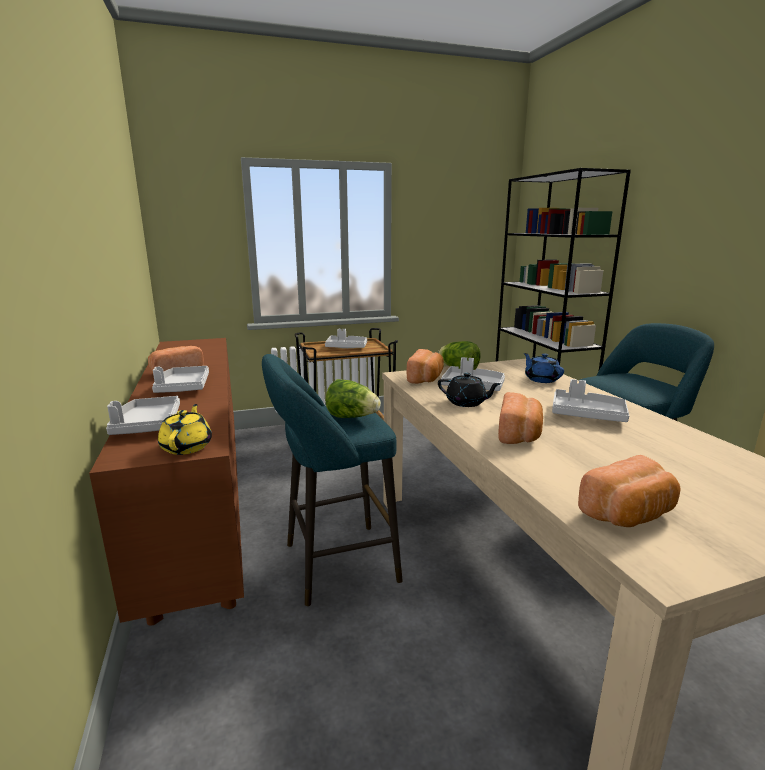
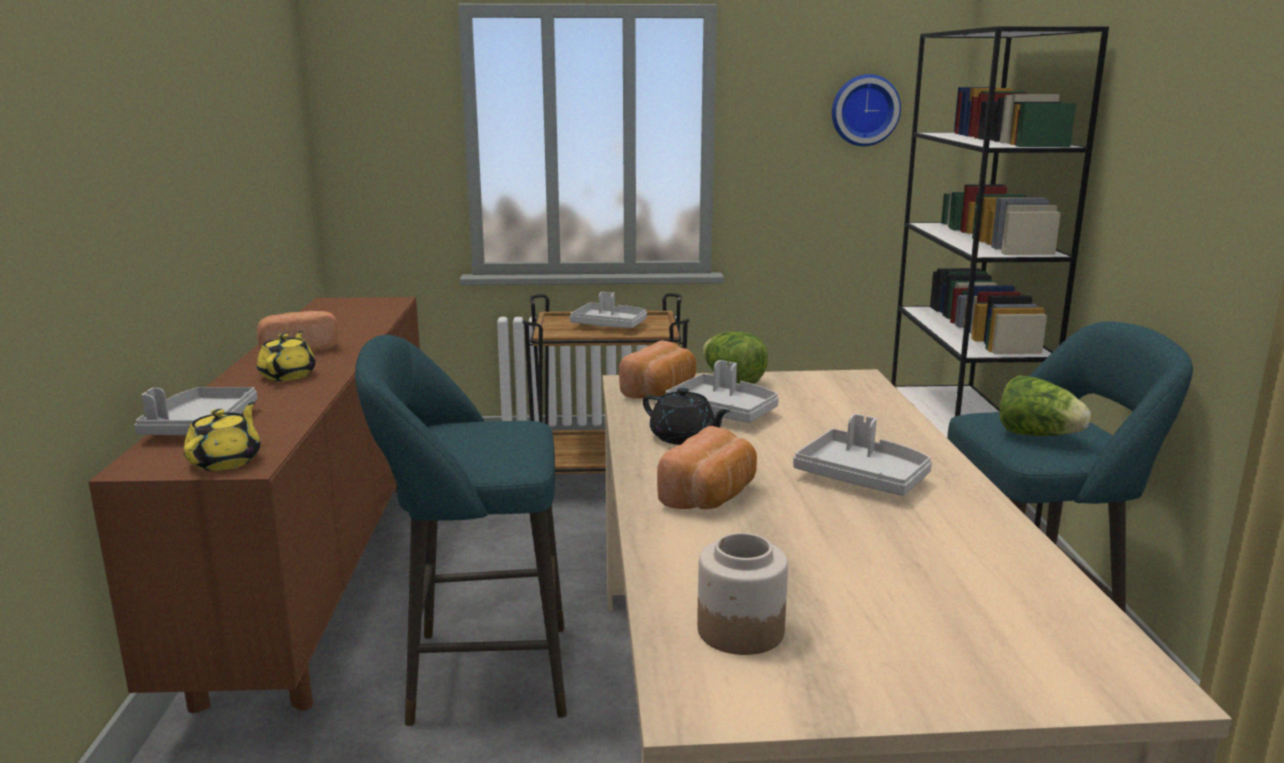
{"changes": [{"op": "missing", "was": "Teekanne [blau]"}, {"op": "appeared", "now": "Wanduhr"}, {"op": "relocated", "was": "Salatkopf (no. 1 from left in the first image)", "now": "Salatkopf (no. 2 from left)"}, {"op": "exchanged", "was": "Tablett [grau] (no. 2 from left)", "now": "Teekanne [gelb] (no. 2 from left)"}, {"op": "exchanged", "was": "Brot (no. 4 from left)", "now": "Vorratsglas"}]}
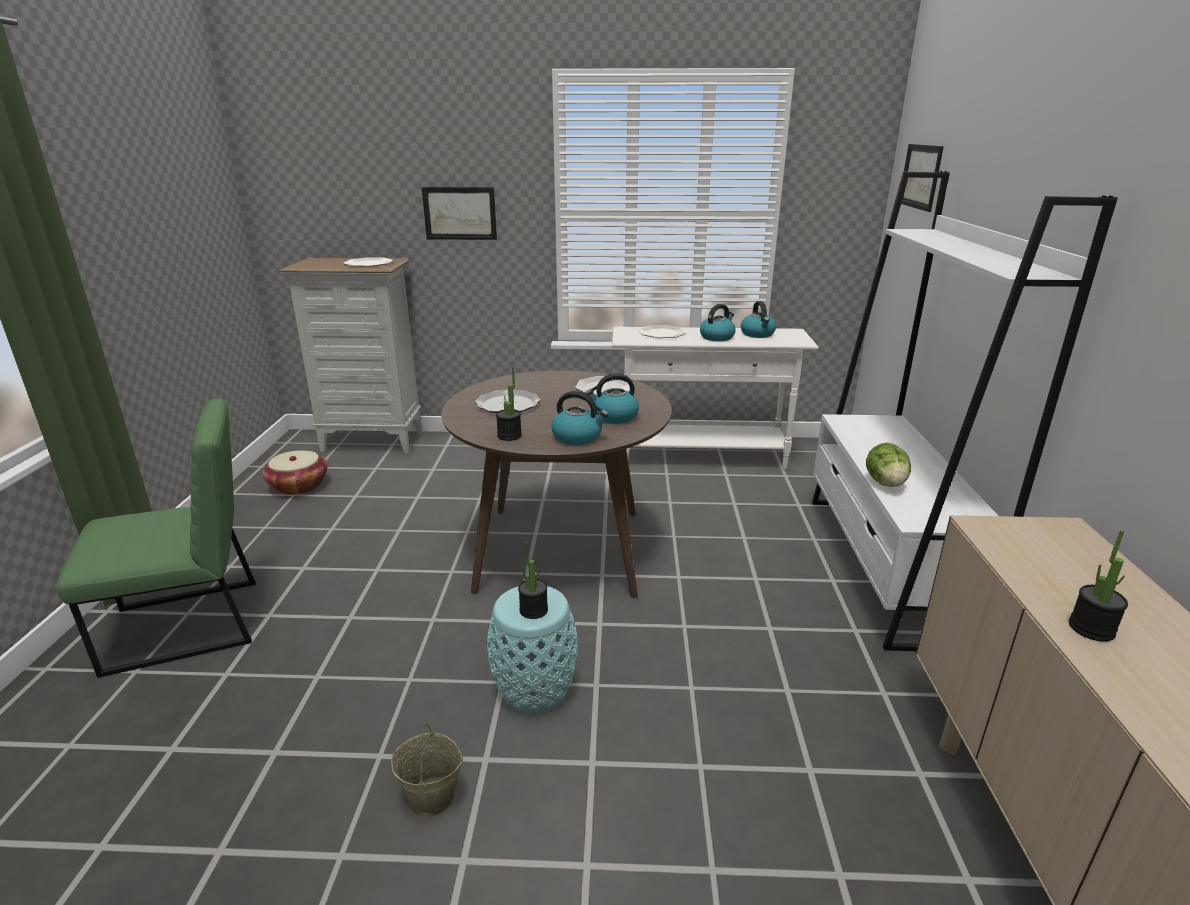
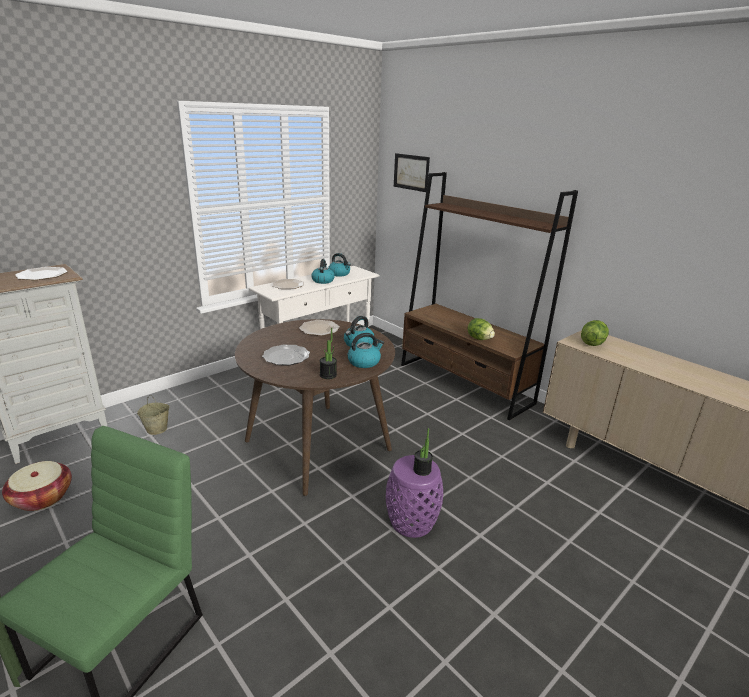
{"changes": [{"op": "missing", "was": "Bild (no. 1 from left)"}, {"op": "missing", "was": "Topfpflanze (no. 3 from left)"}, {"op": "appeared", "now": "Salatkopf (no. 2 from left)"}, {"op": "relocated", "was": "Eimer [beige]"}, {"op": "colour", "was": "Hocker [türkis]", "now": "Hocker [lila]"}, {"op": "colour", "was": "Bücherregal [weiß]", "now": "Bücherregal [braun]"}]}
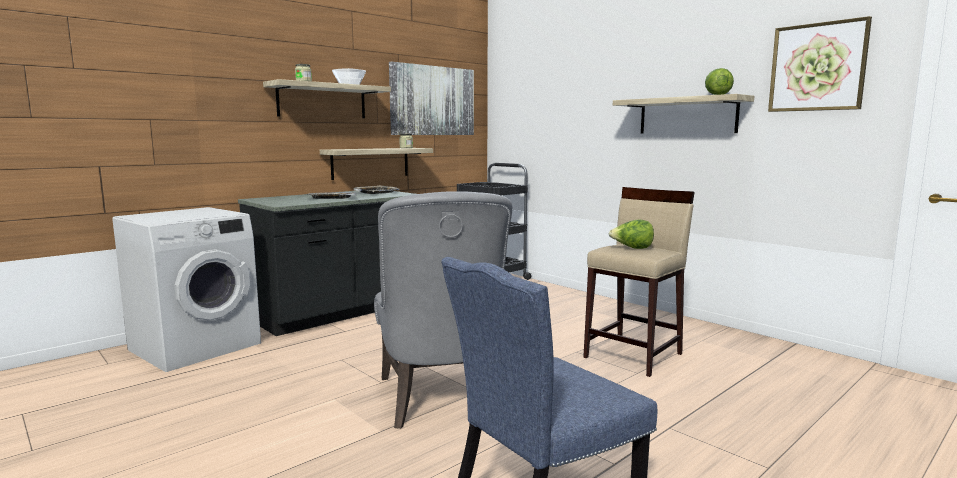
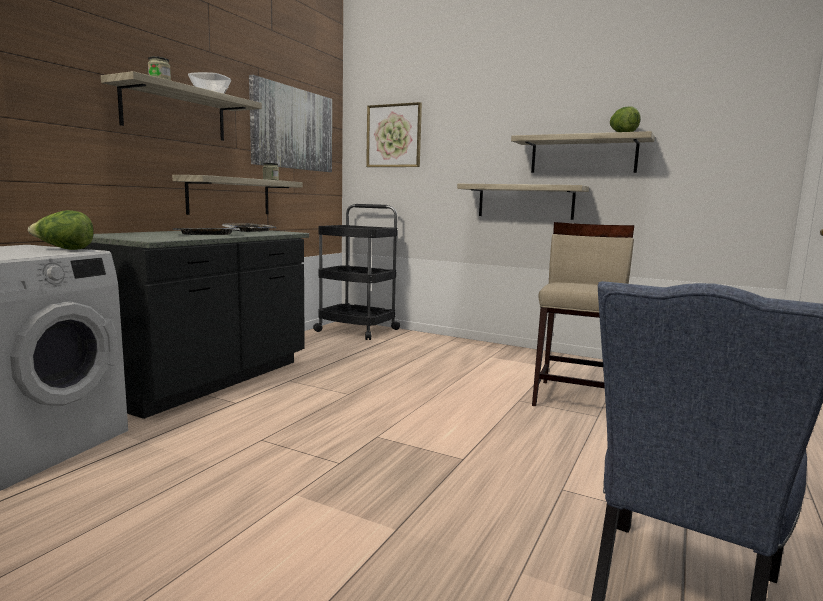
{"changes": [{"op": "missing", "was": "Stuhl [grau]"}, {"op": "appeared", "now": "Wandregal (no. 3 from left)"}, {"op": "relocated", "was": "Salatkopf (no. 1 from left)"}, {"op": "relocated", "was": "Bild (no. 2 from left)"}]}
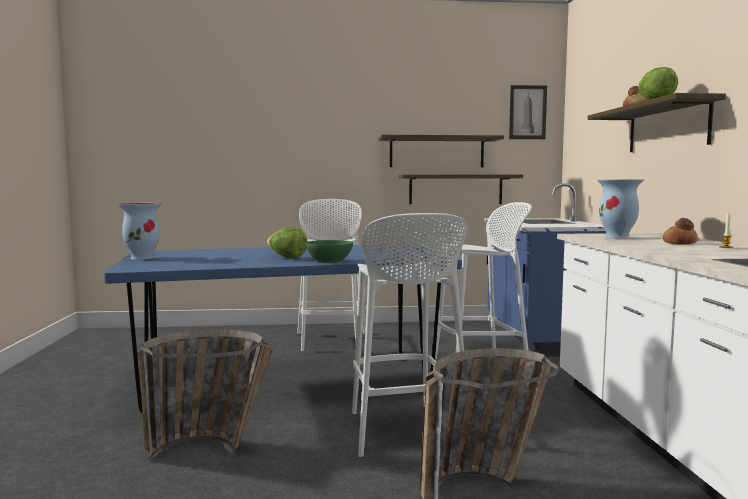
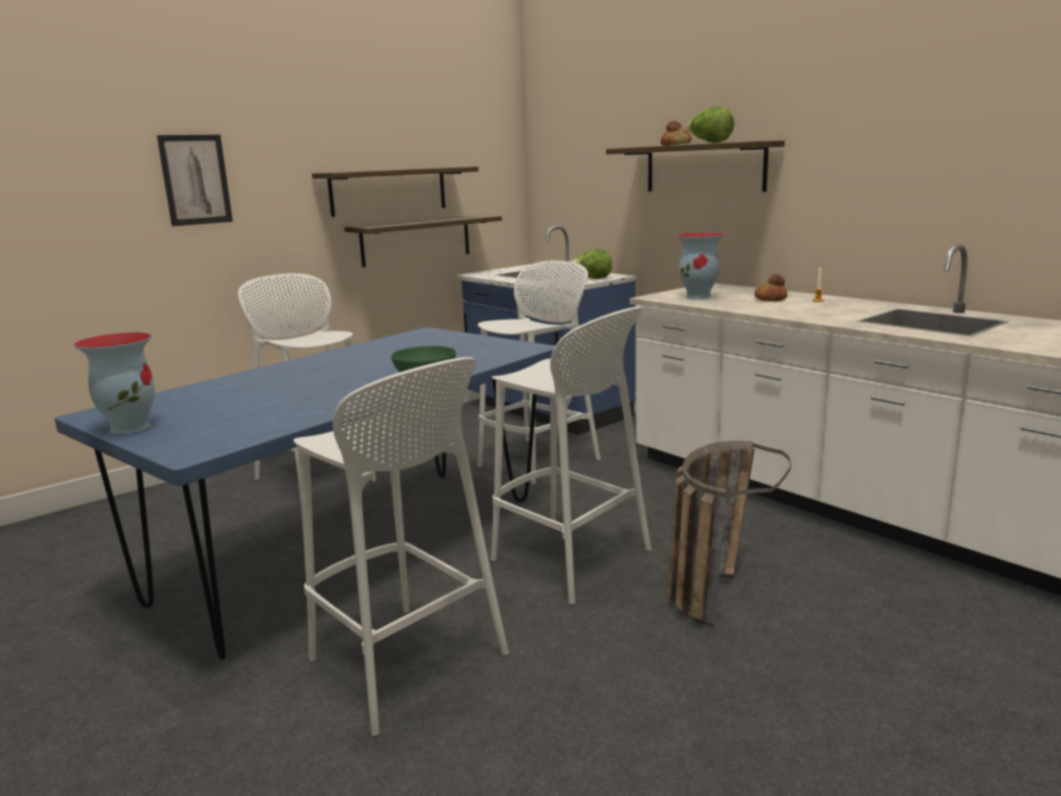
{"changes": [{"op": "relocated", "was": "Salatkopf (no. 1 from left)"}, {"op": "relocated", "was": "Bild"}, {"op": "exchanged", "was": "Korb (no. 1 from left)", "now": "Hocker [weiß] (no. 2 from left)"}]}
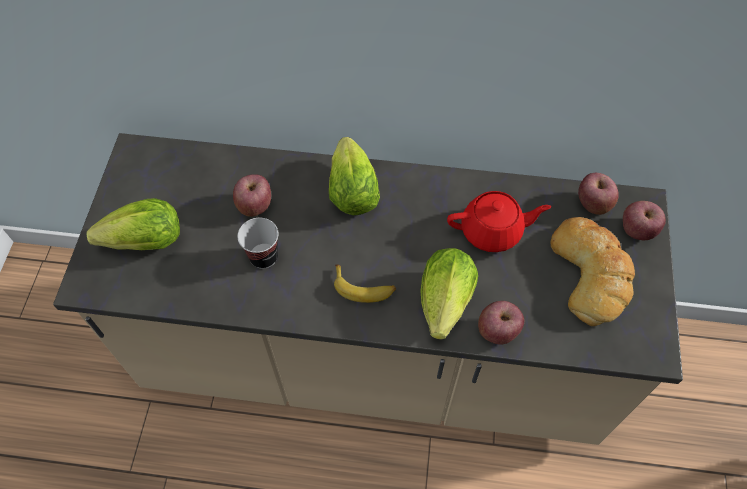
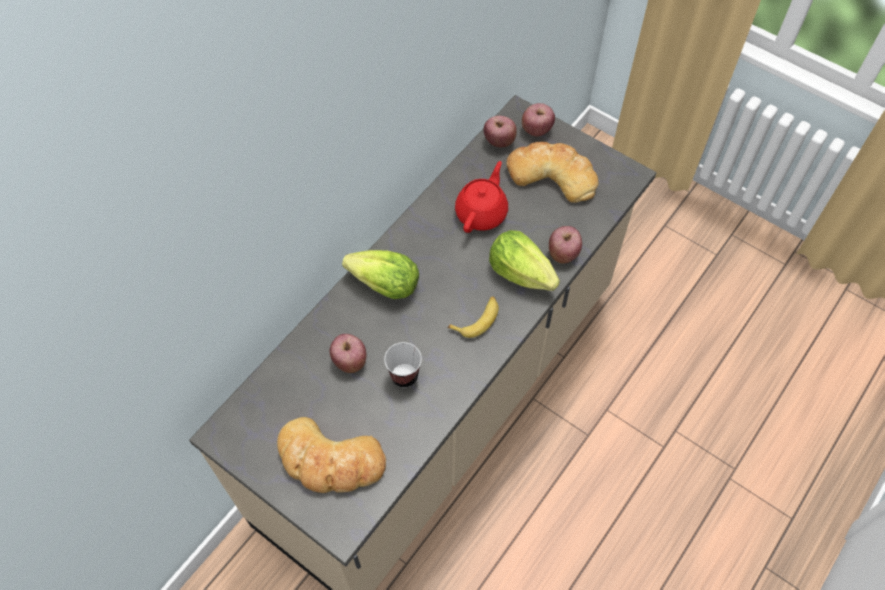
{"changes": [{"op": "exchanged", "was": "Salatkopf (no. 1 from left)", "now": "Brot (no. 1 from left)"}]}
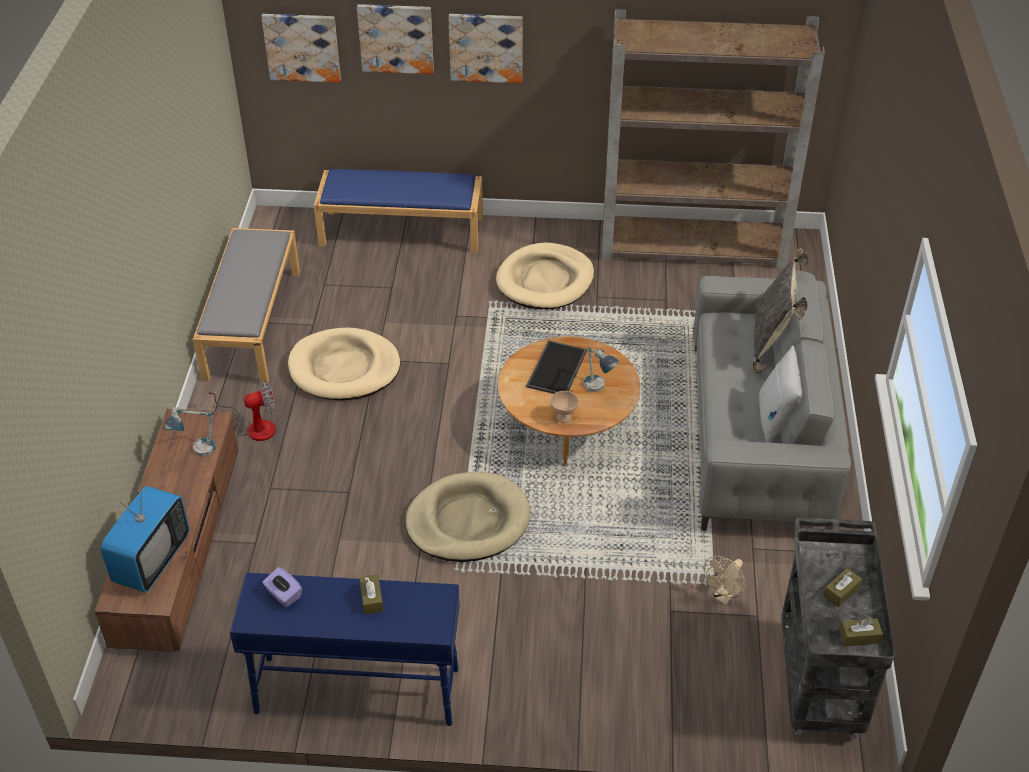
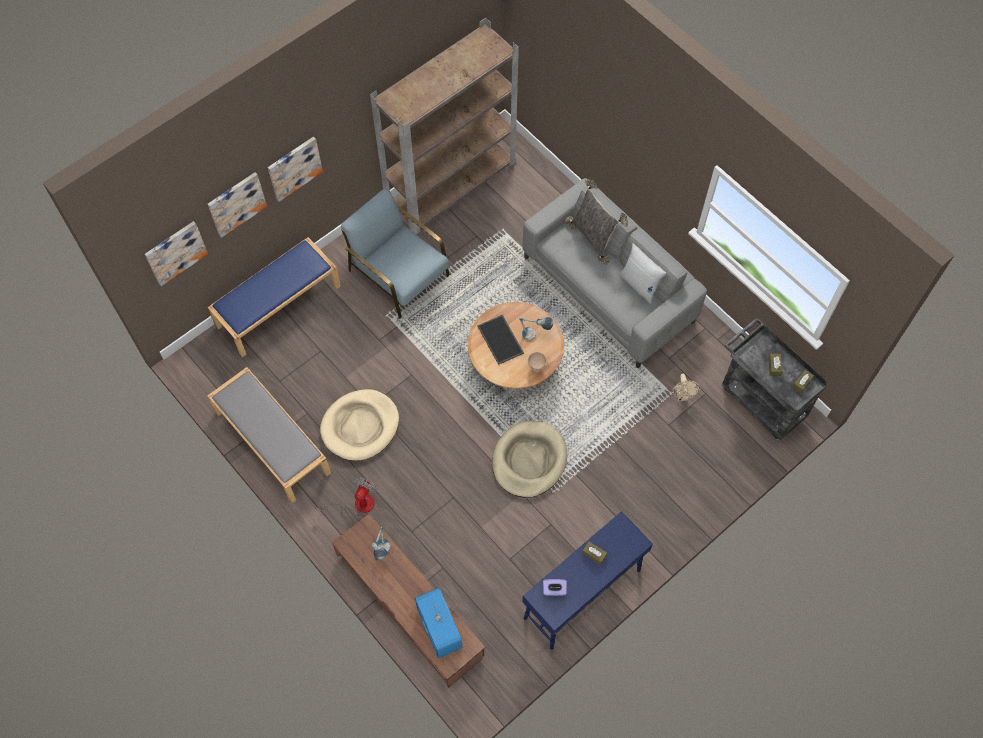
{"changes": [{"op": "exchanged", "was": "Hundebett [beige] (no. 3 from left)", "now": "Sessel [blau]"}]}
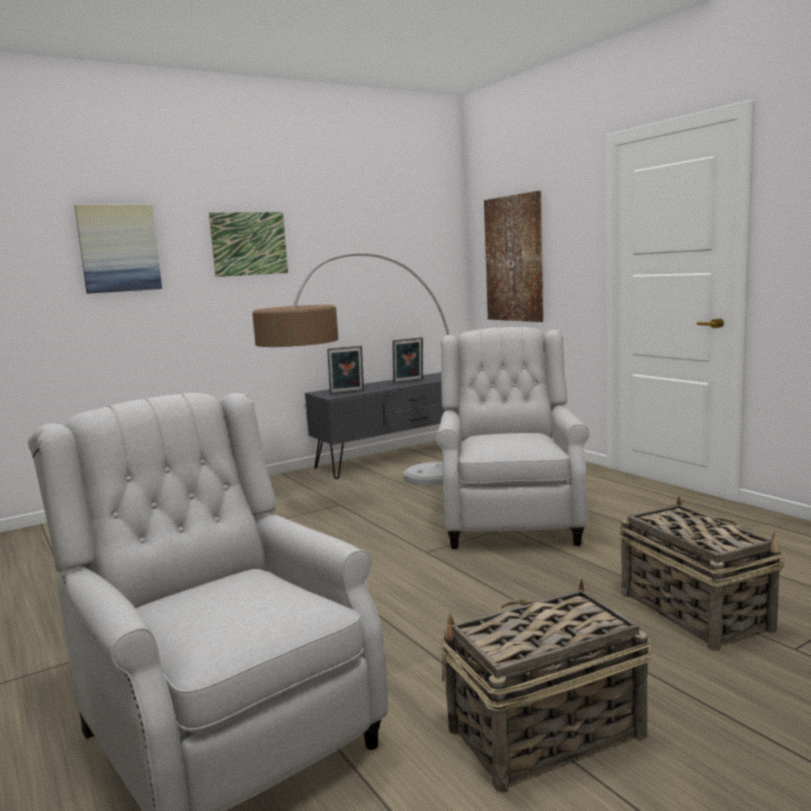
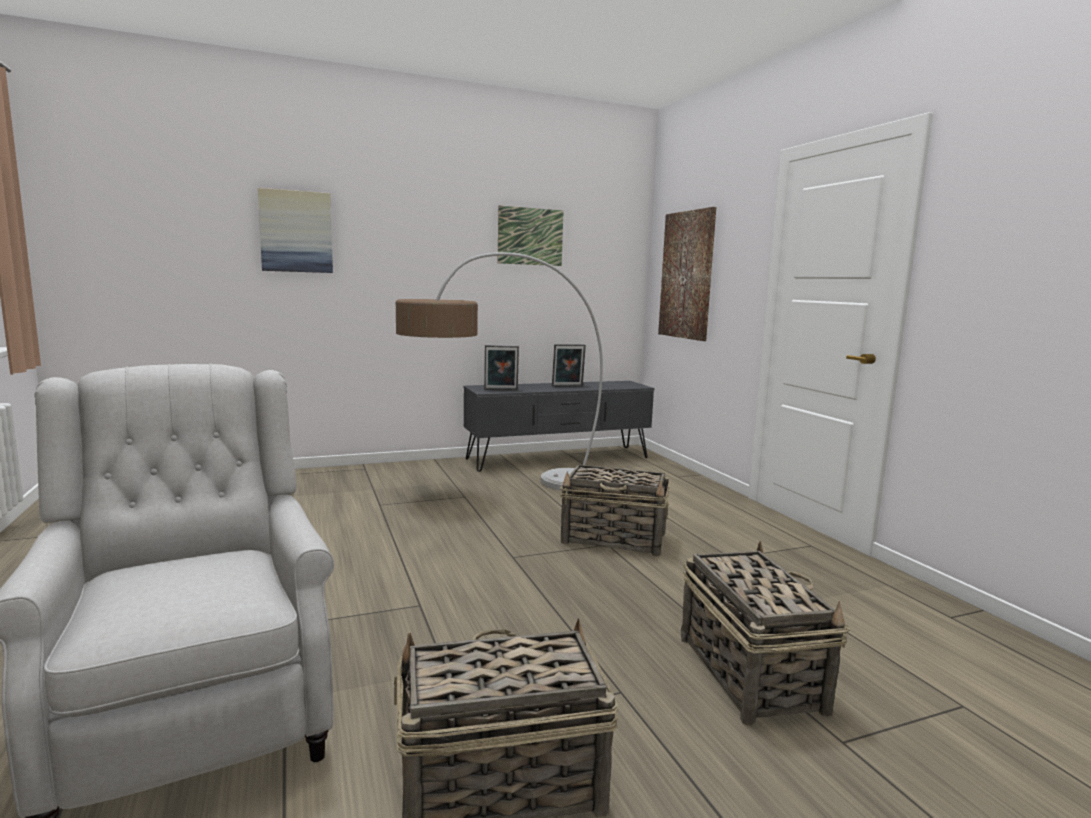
{"changes": [{"op": "relocated", "was": "Bild (no. 2 from left)"}, {"op": "exchanged", "was": "Sessel [weiß] (no. 2 from left)", "now": "Korb (no. 2 from left)"}]}
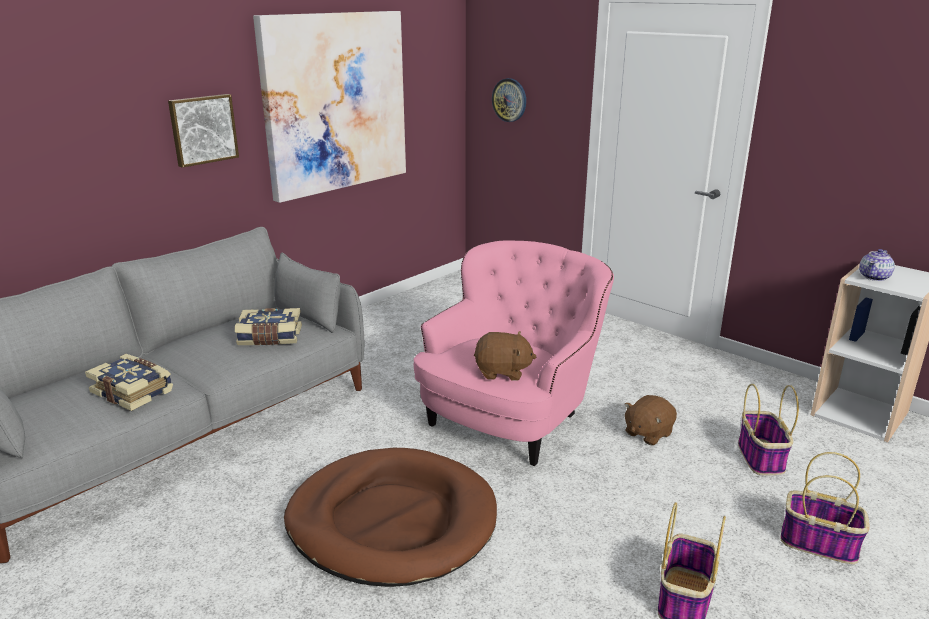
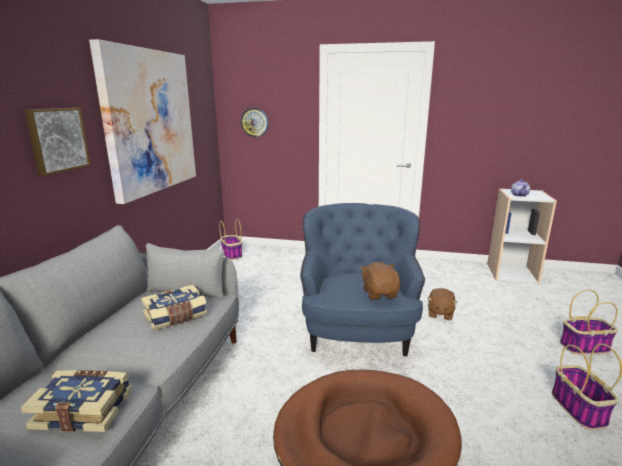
{"changes": [{"op": "relocated", "was": "Korb (no. 2 from left in the first image)", "now": "Korb (no. 1 from left)"}, {"op": "colour", "was": "Sessel [rosa]", "now": "Sessel [blau]"}, {"op": "spun", "was": "Plüschtier [braun] (no. 1 from left)", "clockwise": -75}]}
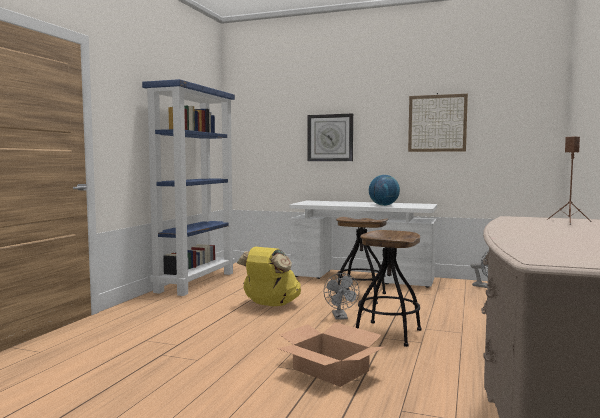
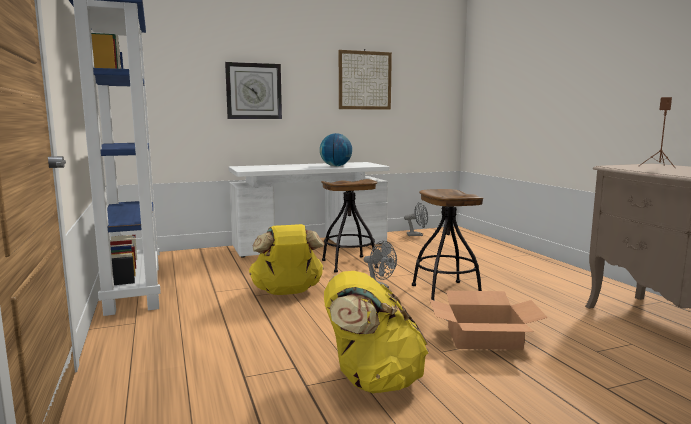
{"changes": [{"op": "appeared", "now": "Rucksack [gelb] (no. 2 from left)"}]}
